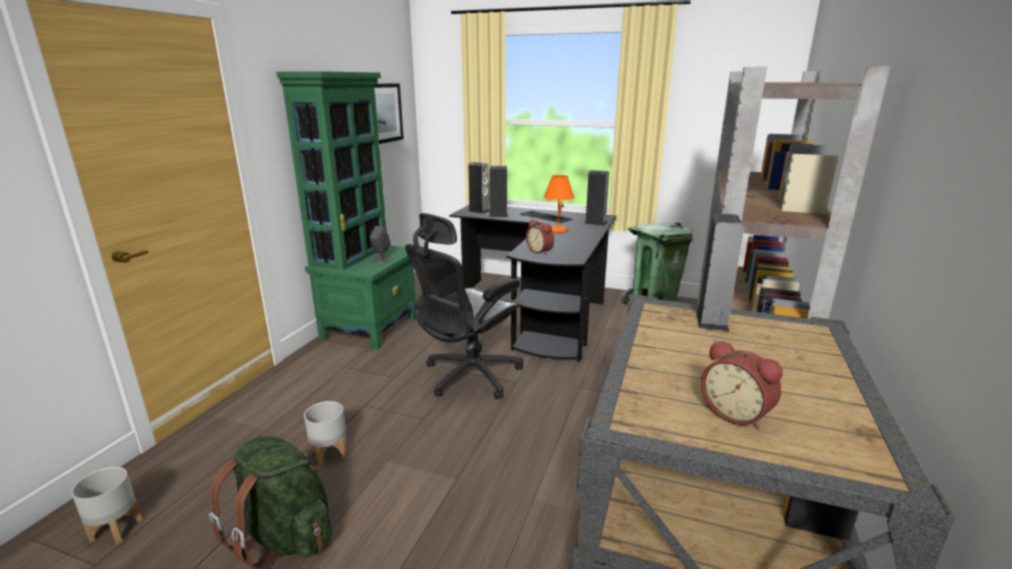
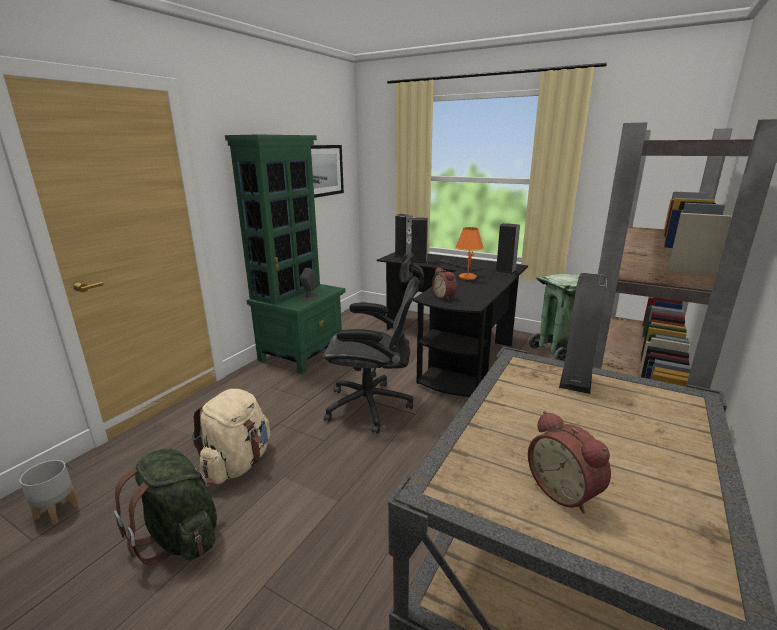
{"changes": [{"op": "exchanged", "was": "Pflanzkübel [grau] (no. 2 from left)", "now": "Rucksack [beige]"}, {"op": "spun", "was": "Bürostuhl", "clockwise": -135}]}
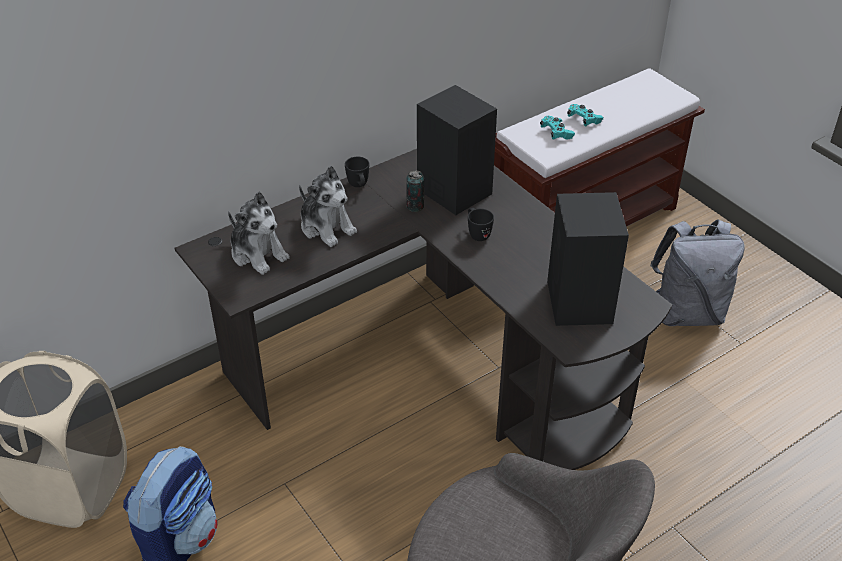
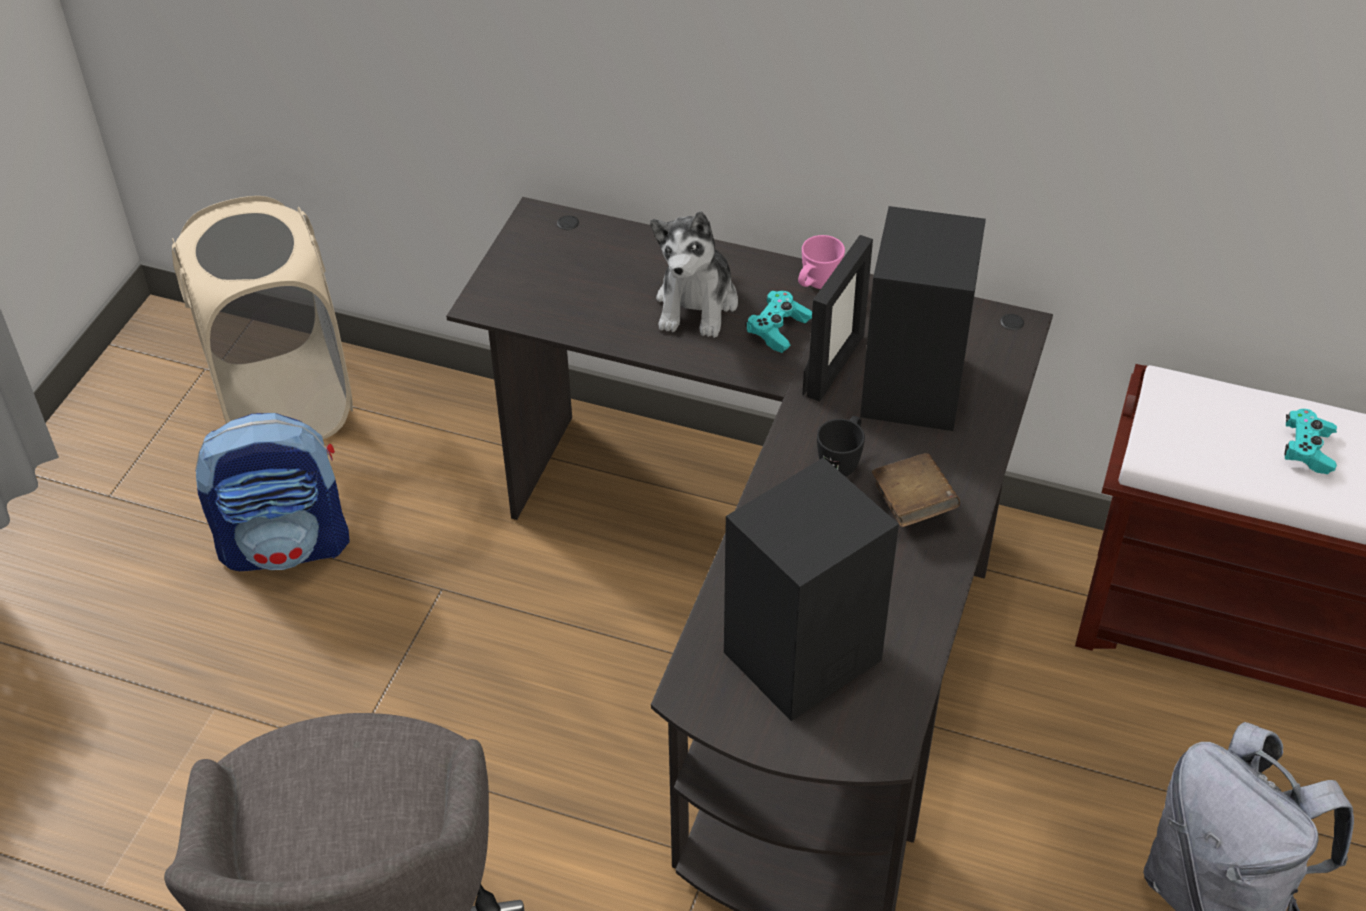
{"changes": [{"op": "missing", "was": "Plüschtier (no. 1 from left)"}, {"op": "appeared", "now": "Buch [braun]"}, {"op": "relocated", "was": "Gamepad [türkis] (no. 1 from left)"}, {"op": "exchanged", "was": "Dose", "now": "Bilderrahmen"}, {"op": "colour", "was": "Henkelbecher [schwarz] (no. 1 from left)", "now": "Henkelbecher [rosa]"}]}
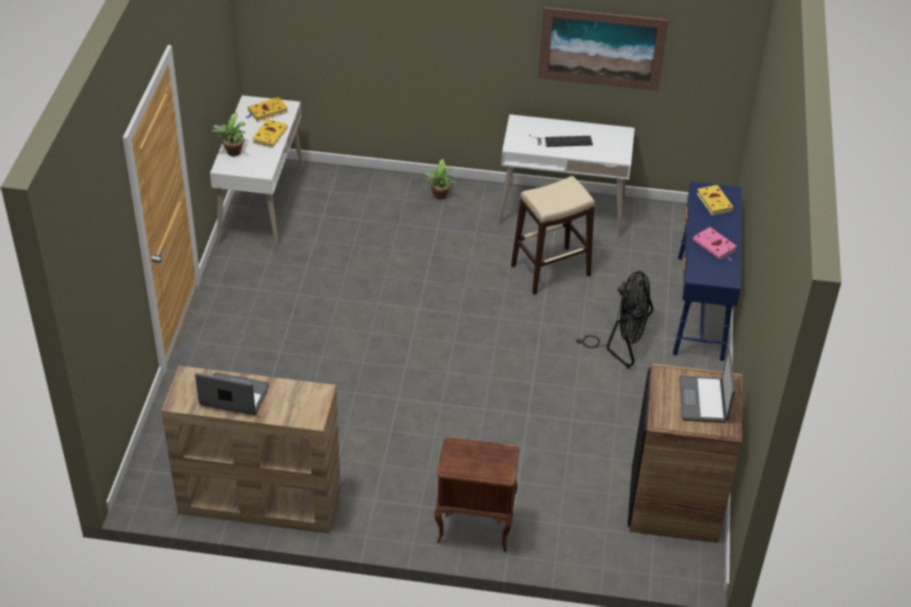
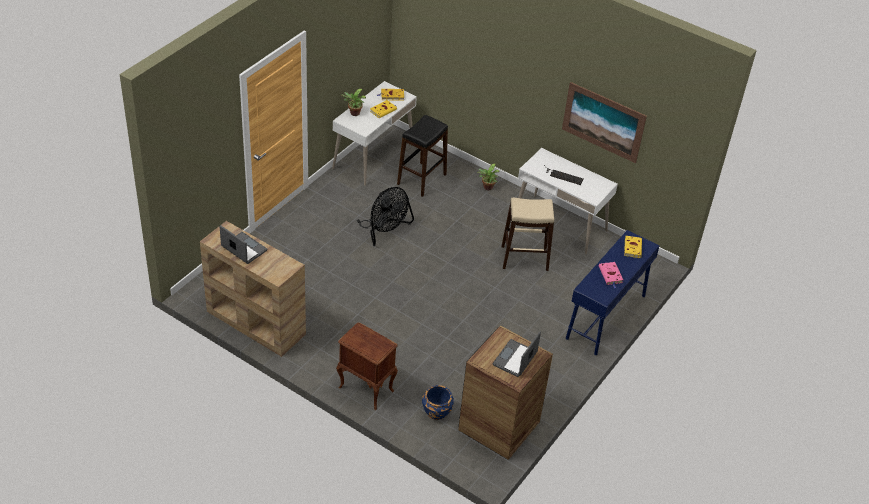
{"changes": [{"op": "appeared", "now": "Hocker [schwarz]"}, {"op": "appeared", "now": "Pflanzkübel [blau]"}, {"op": "relocated", "was": "Ventilator [schwarz]"}]}
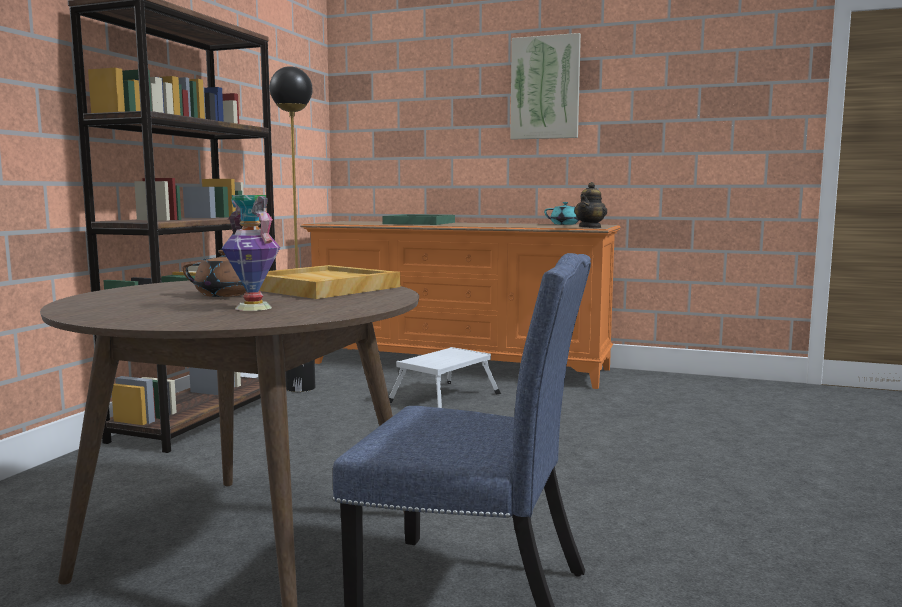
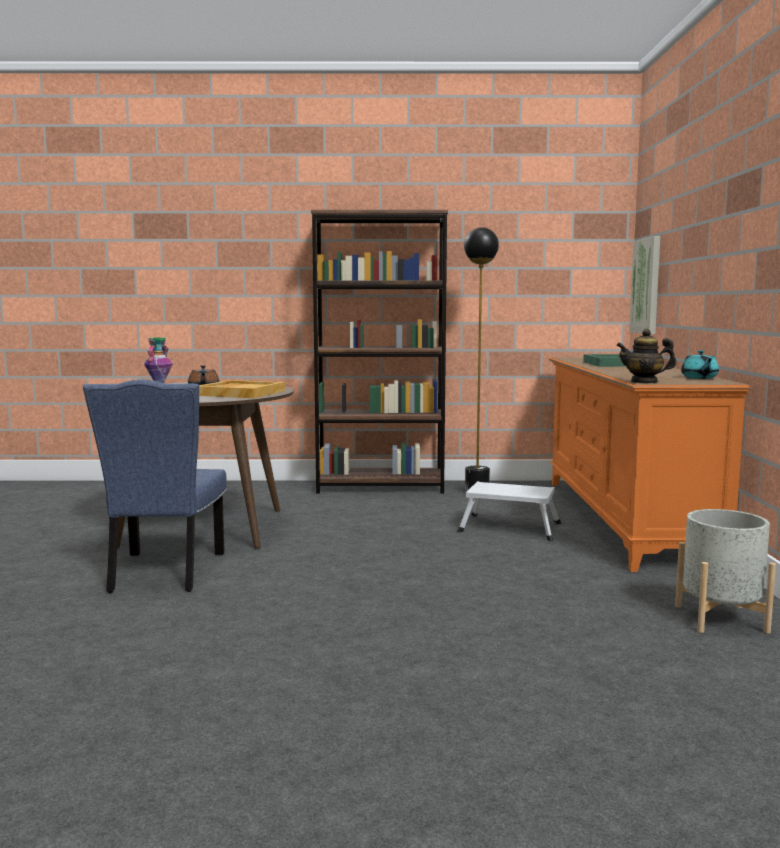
{"changes": [{"op": "appeared", "now": "Pflanzkübel [grau]"}, {"op": "relocated", "was": "Bild"}]}
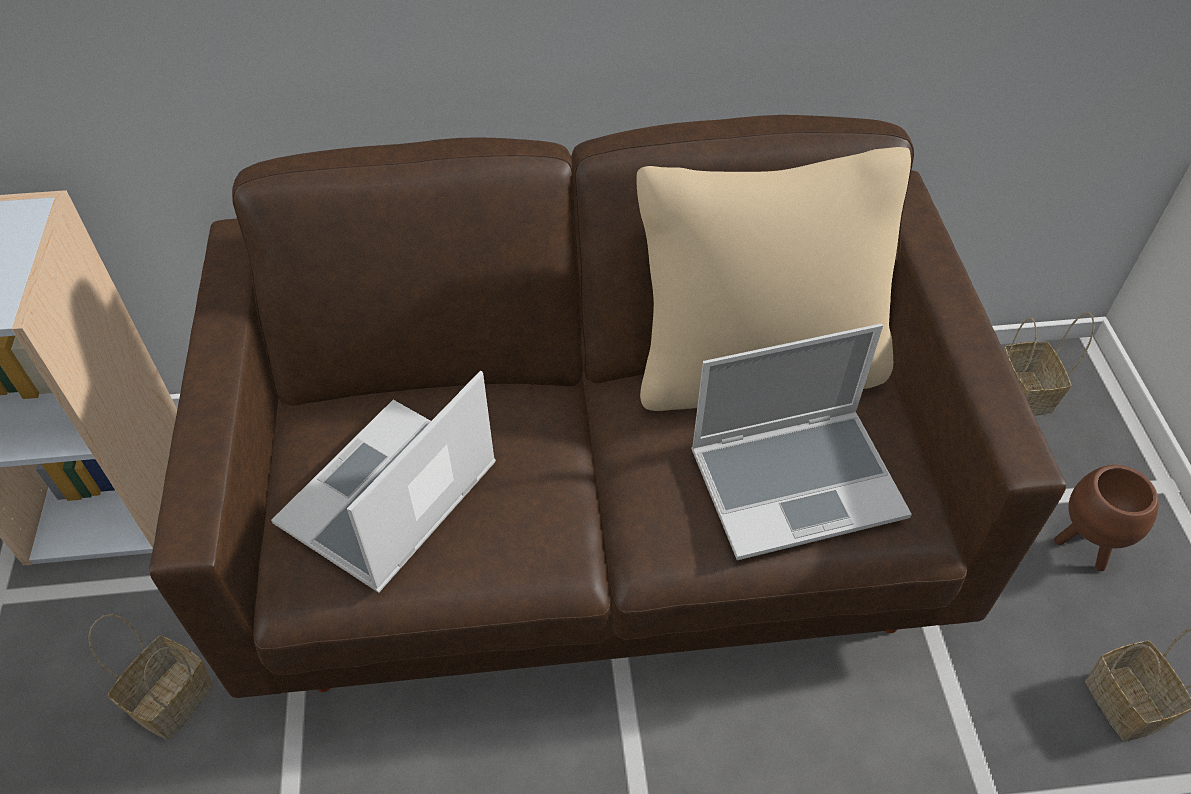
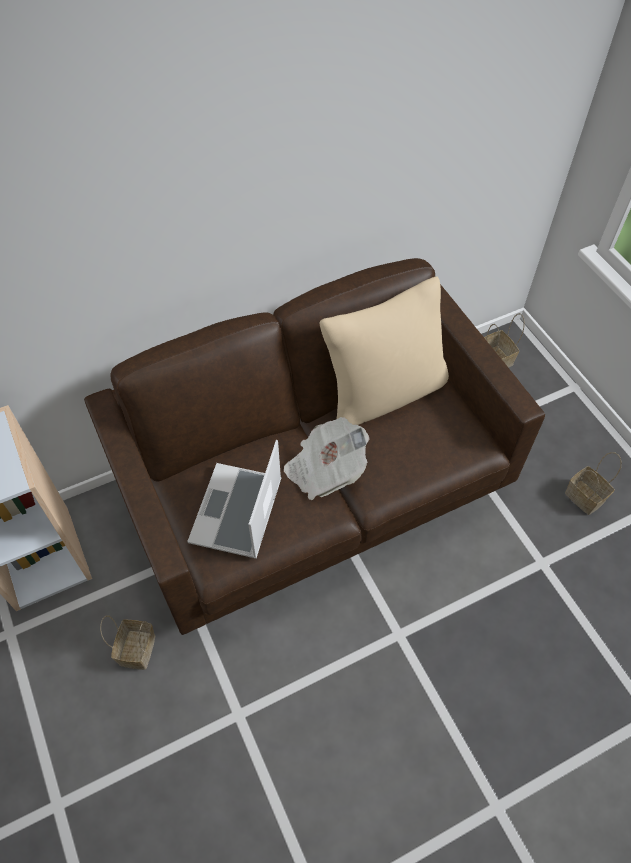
{"changes": [{"op": "missing", "was": "Laptop (no. 2 from left)"}, {"op": "missing", "was": "Pflanzkübel [braun]"}, {"op": "appeared", "now": "Zeitung"}]}
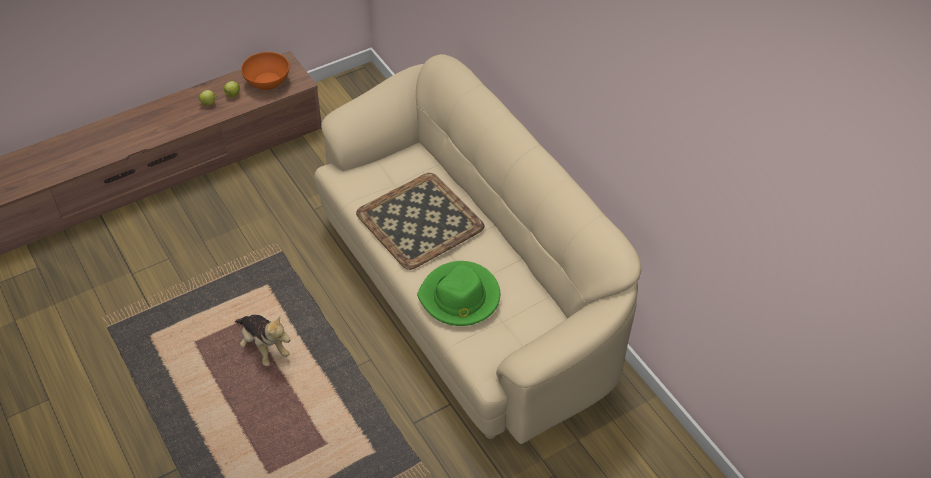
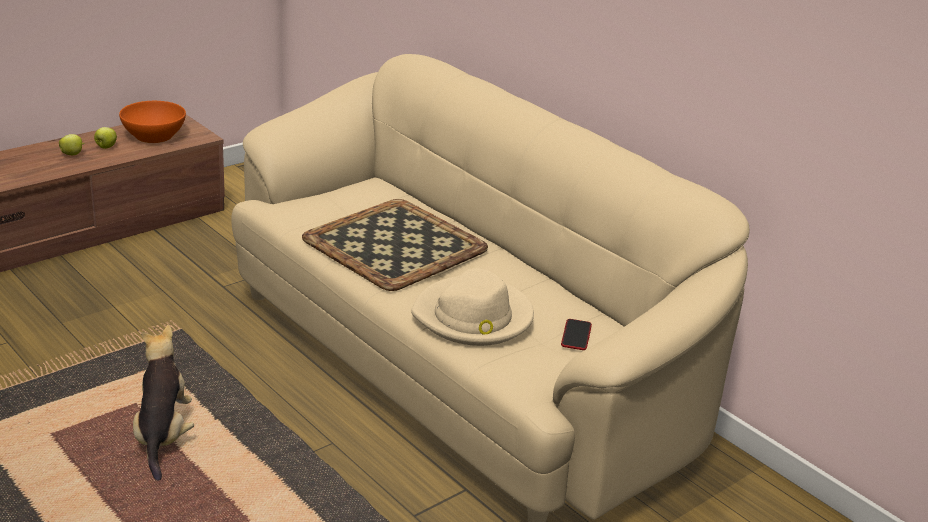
{"changes": [{"op": "appeared", "now": "Handy"}, {"op": "colour", "was": "Hut [grün]", "now": "Hut [beige]"}, {"op": "spun", "was": "Plüschtier", "clockwise": -135}]}
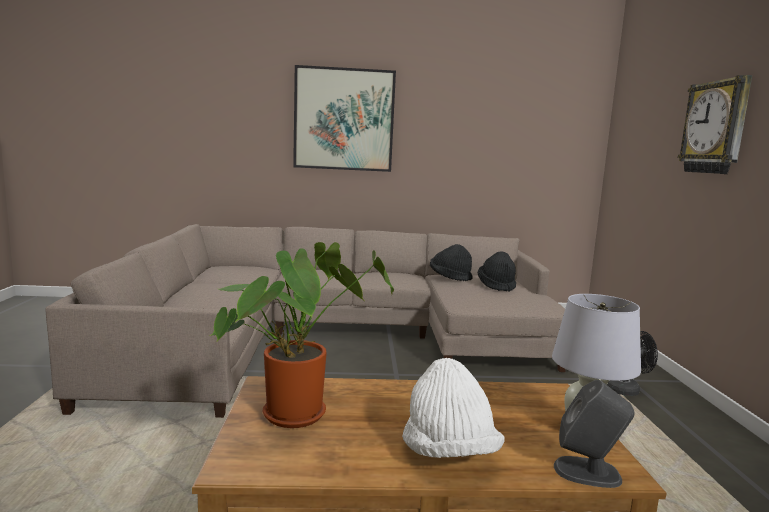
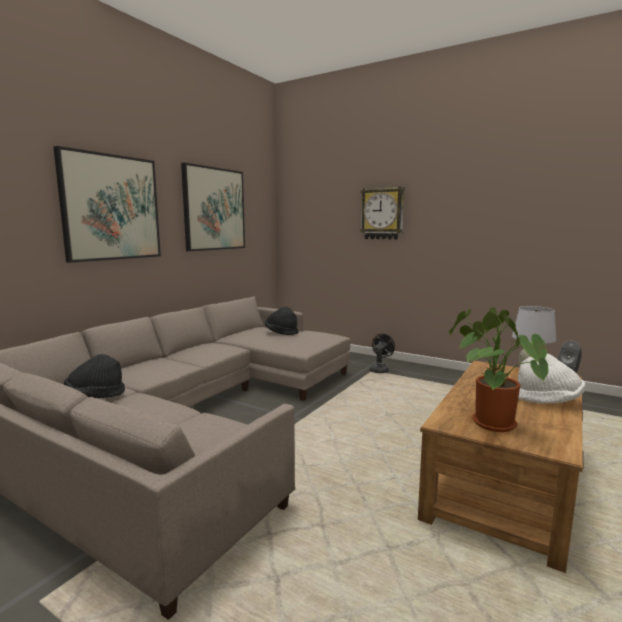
{"changes": [{"op": "appeared", "now": "Bild (no. 2 from left)"}, {"op": "relocated", "was": "Hut [schwarz] (no. 1 from left)"}]}
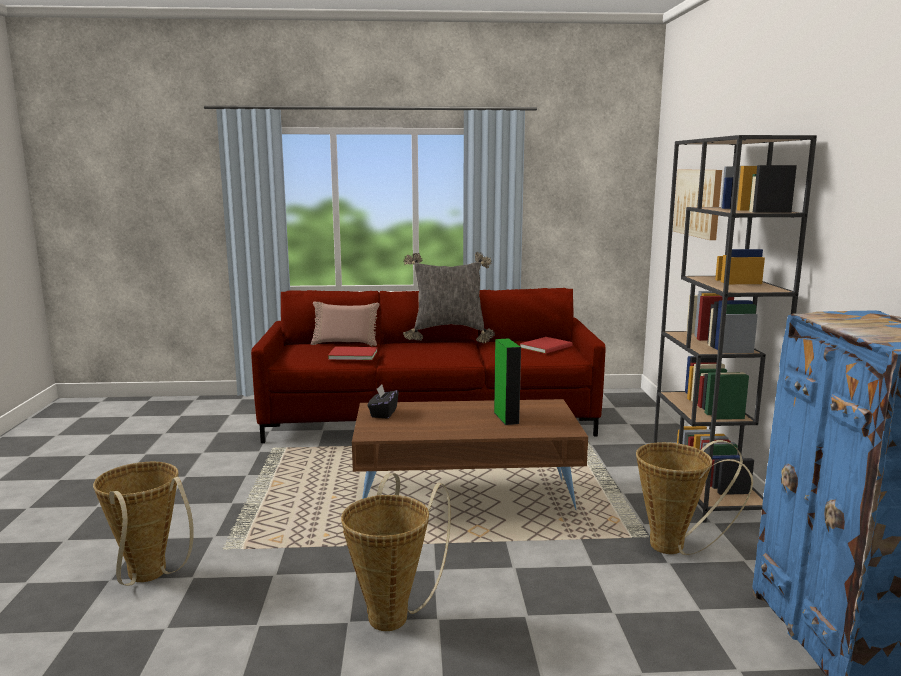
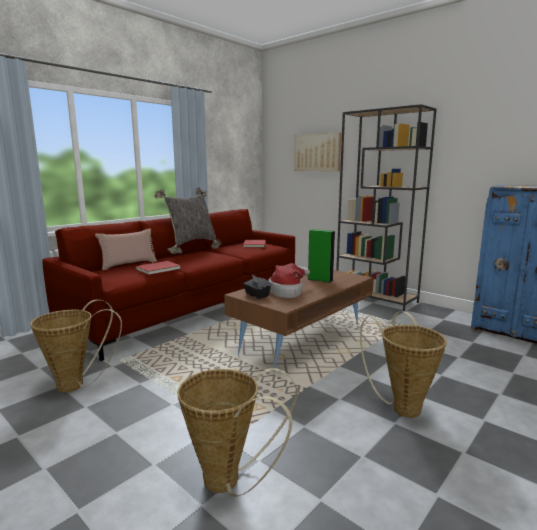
{"changes": [{"op": "appeared", "now": "Hut"}, {"op": "relocated", "was": "Korb (no. 3 from left in the first image)", "now": "Korb (no. 1 from left)"}]}
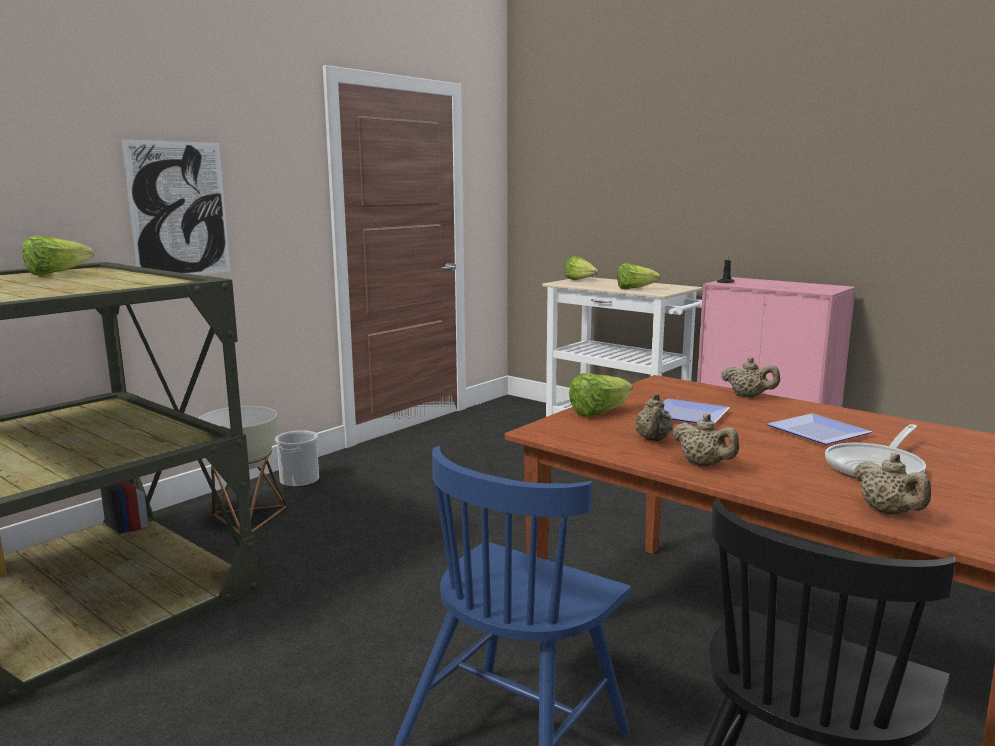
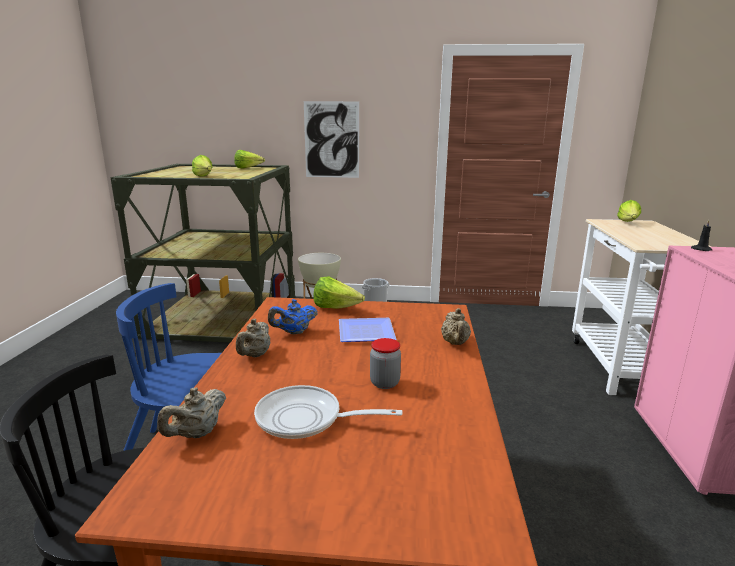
{"changes": [{"op": "relocated", "was": "Salatkopf (no. 4 from left in the first image)", "now": "Salatkopf (no. 1 from left)"}, {"op": "exchanged", "was": "Teller (no. 2 from left)", "now": "Vorratsglas"}, {"op": "colour", "was": "Teekanne [beige] (no. 1 from left)", "now": "Teekanne [blau]"}]}
